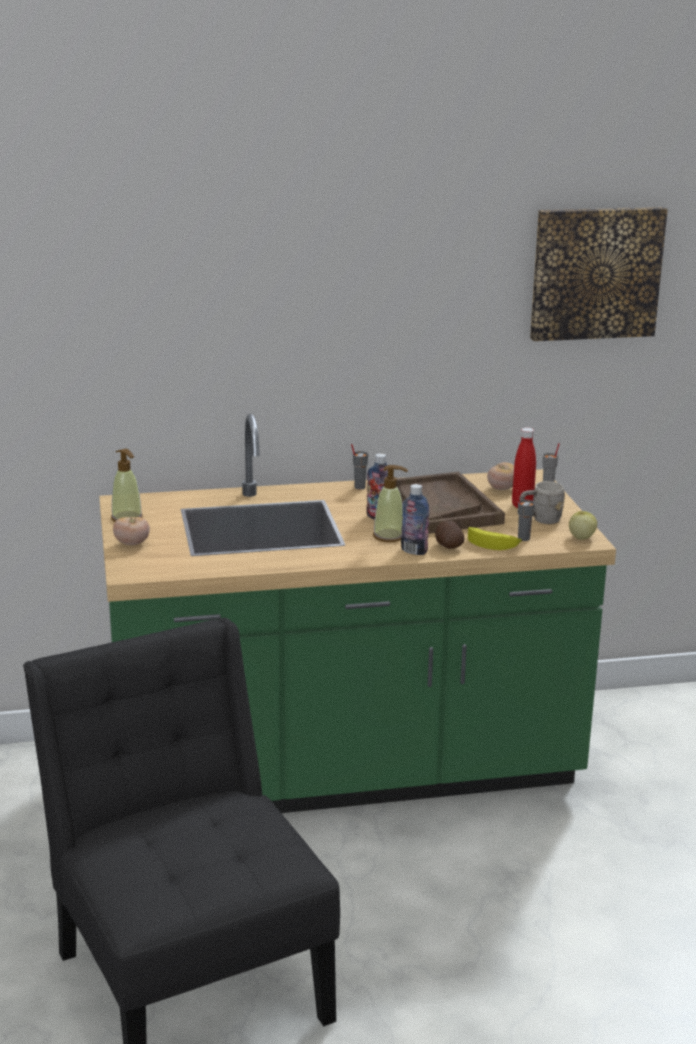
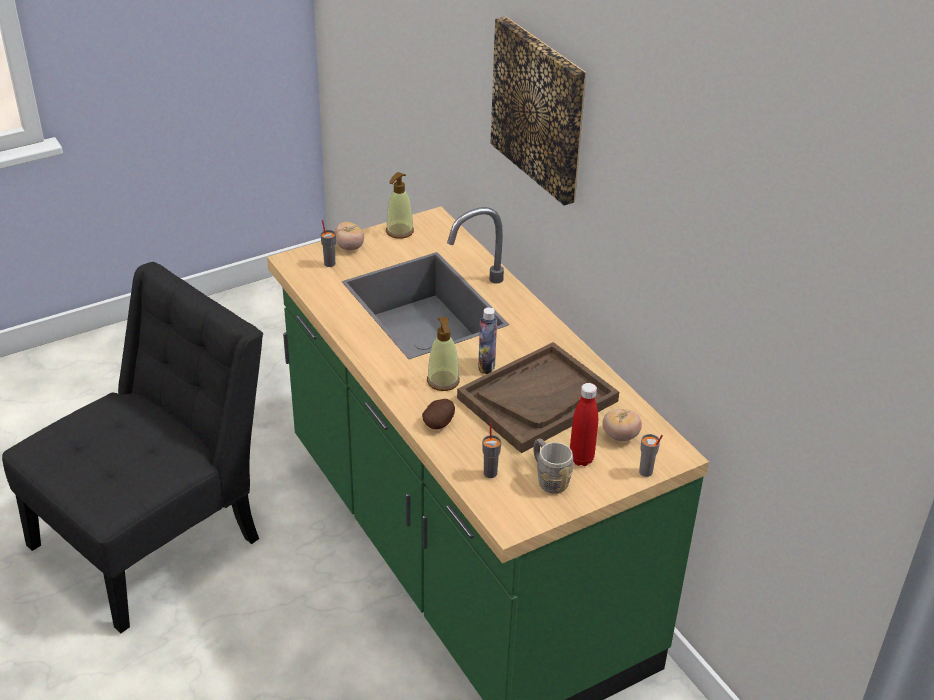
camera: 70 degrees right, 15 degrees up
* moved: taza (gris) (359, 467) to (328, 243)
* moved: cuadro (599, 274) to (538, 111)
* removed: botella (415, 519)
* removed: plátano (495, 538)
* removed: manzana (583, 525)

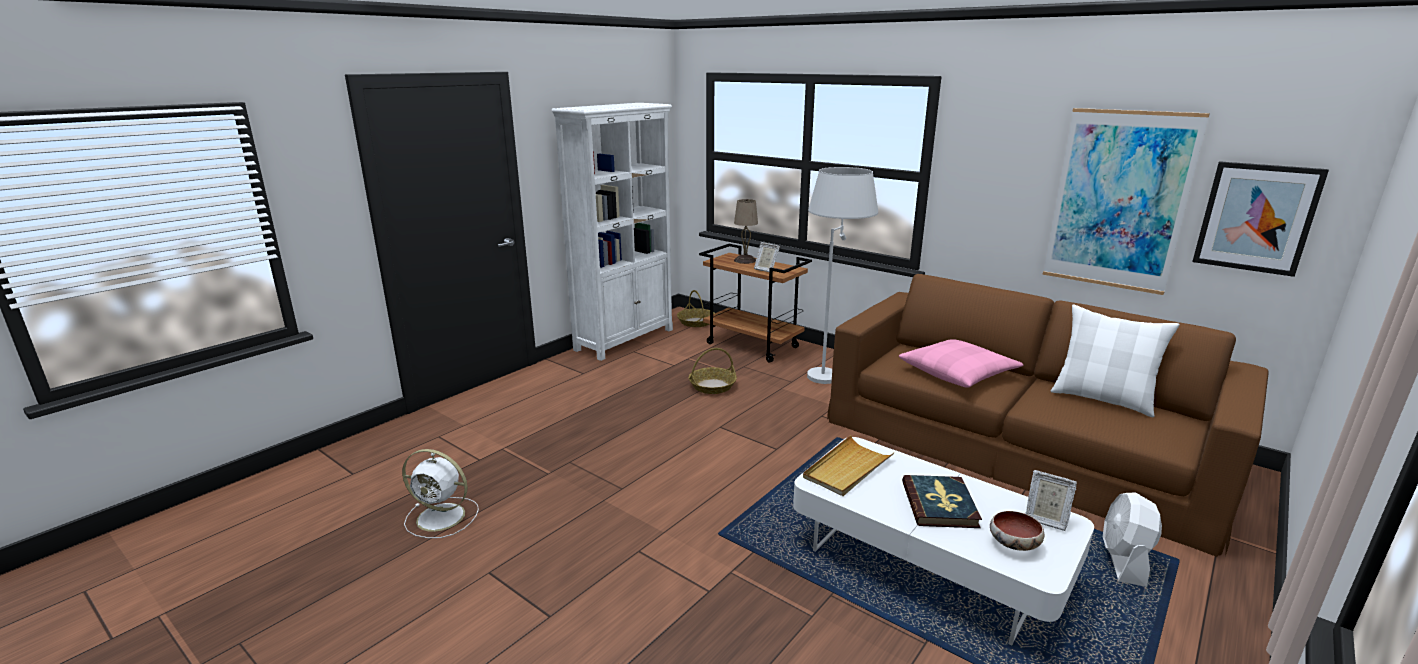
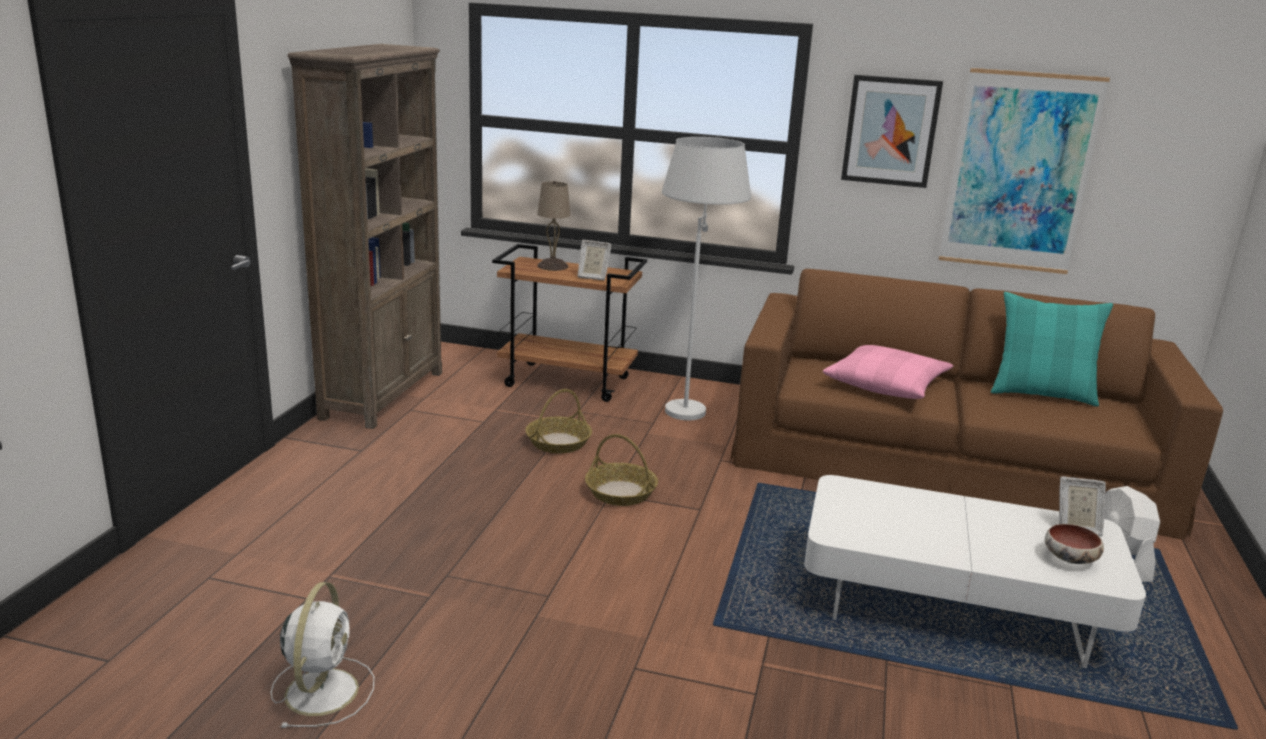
camera: 25 degrees left, 0 degrees up
* turned: ventilador (blanco) (440, 493) = (322, 655) 75 degrees counterclockwise
* recoloured: estantería (blanco) (612, 232) to estantería (marrón) (365, 236)
* moved: cesta (696, 308) to (621, 470)
* moved: cuadro (1260, 219) to (892, 131)
* recoloured: cojín (blanco) (1115, 361) to cojín (turquesa) (1052, 349)
* removed: bandeja (beis) (849, 465)
* removed: libro (942, 501)

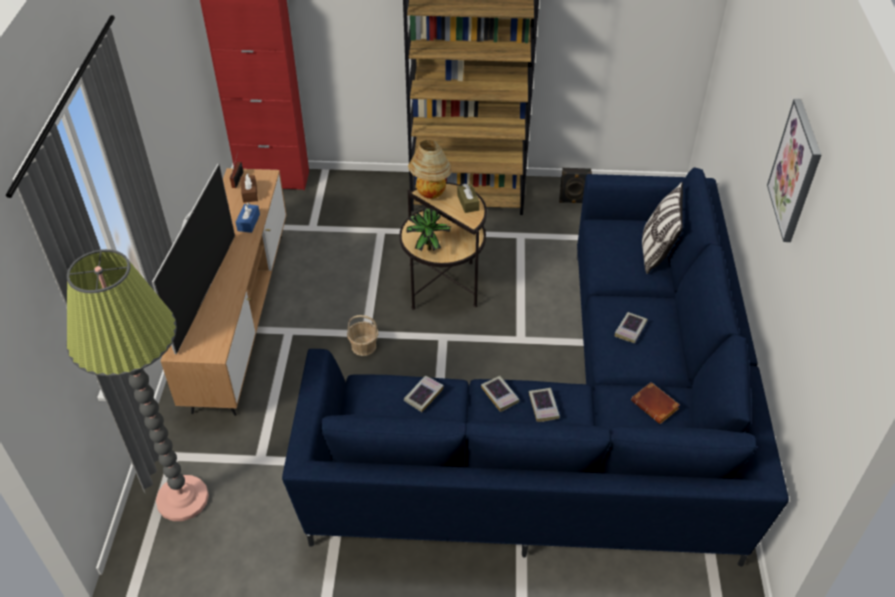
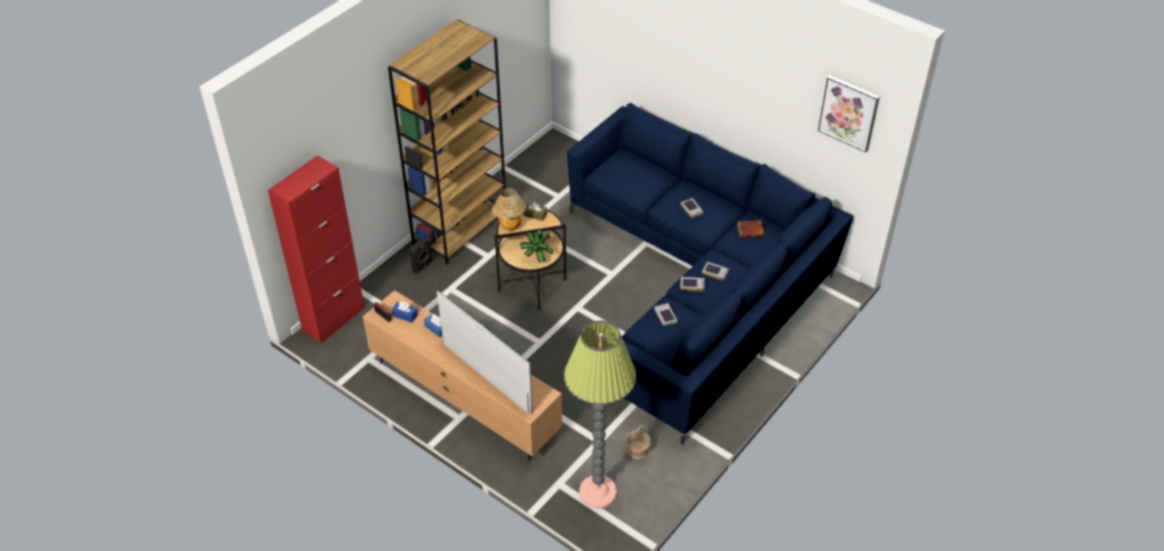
camera: 55 degrees left, 0 degrees up
* recoloured: caja de pañuelos (marrón) (249, 188) to caja de pañuelos (azul) (404, 312)
* moved: altavoz (negro) (575, 185) to (421, 255)
* moved: cesta (362, 335) to (638, 441)
* moved: cuadro (794, 170) to (849, 113)
* removed: cojín (662, 228)

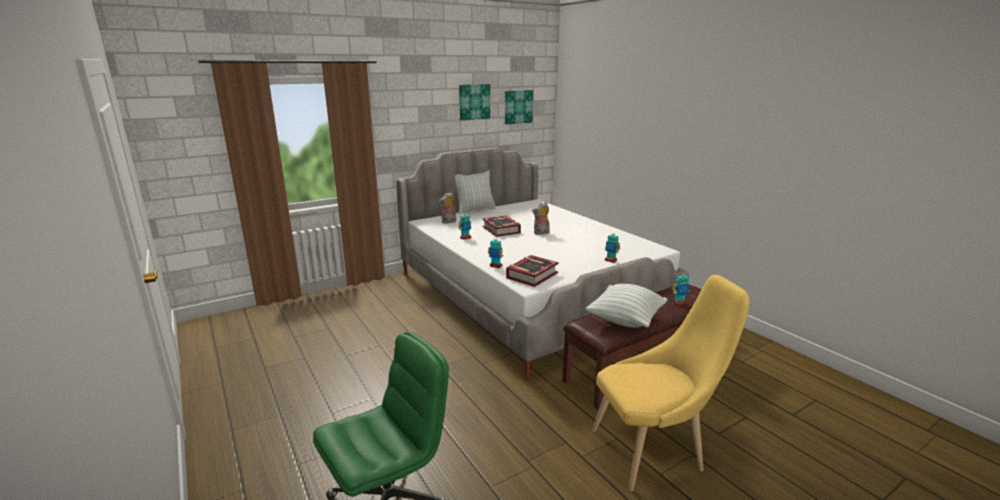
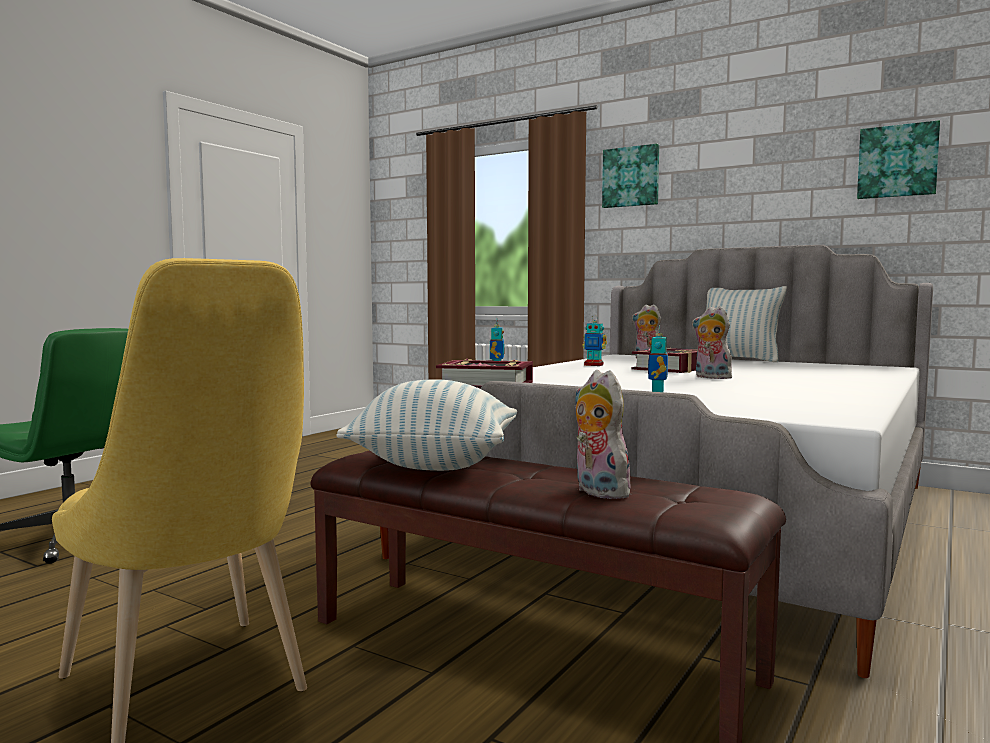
camera: 65 degrees right, 15 degrees down
* replaced: robot de juguete (681, 289) to peluche (606, 434)
* moved: cuadro (474, 102) to (630, 176)

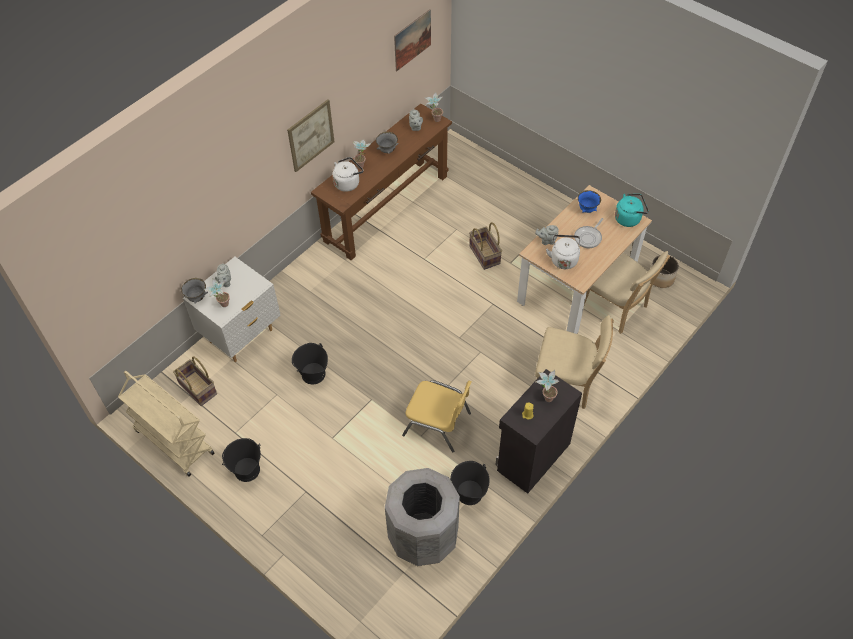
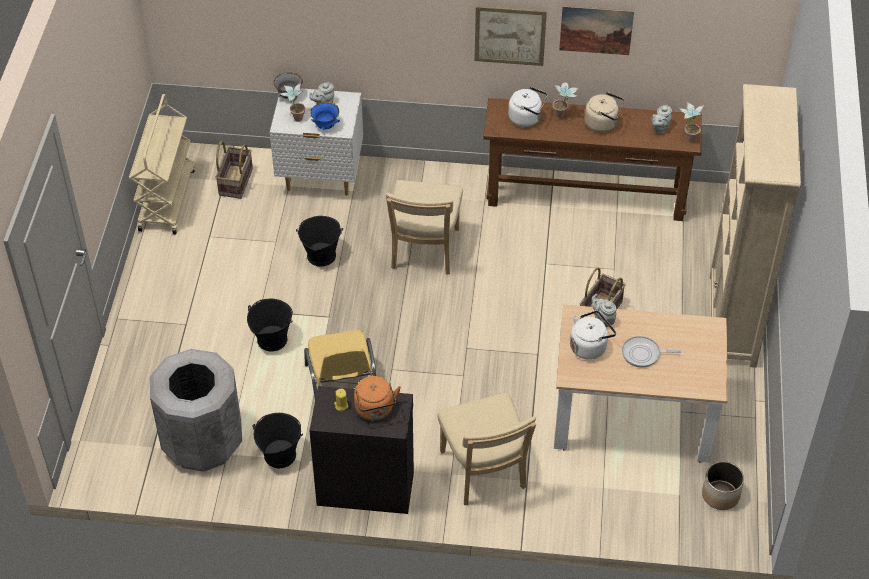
camera: 55 degrees right, 5 degrees down
* moved: cubo (negro) (241, 460) to (270, 325)
* moved: cuenco (azul) (589, 201) to (325, 116)
* replaced: planta en maceta (547, 386) to hervidor (naranja) (377, 398)
* moved: silla (beis) (627, 292) to (424, 227)
* moved: cuadro (412, 40) to (596, 30)
* replaced: cuenco (gris) (387, 143) to hervidor (beis) (604, 112)
* added: estantería (beis) (755, 226)
* removed: hervidor (turquesa) (632, 210)

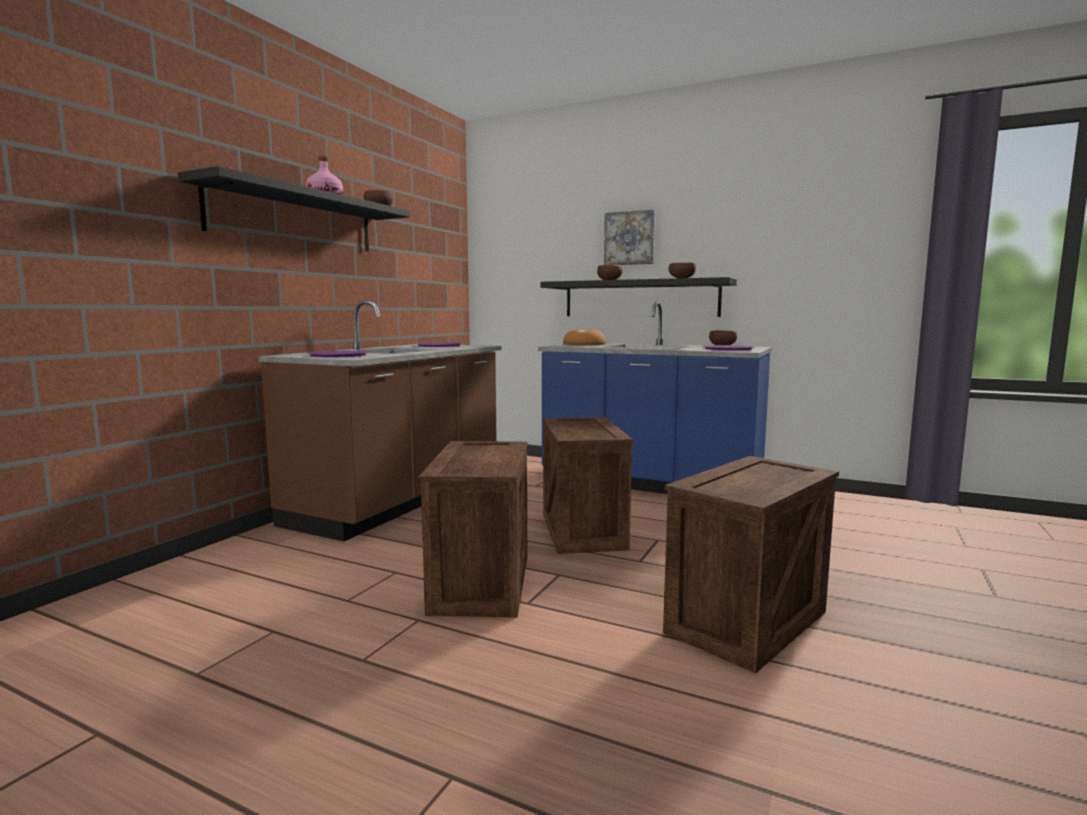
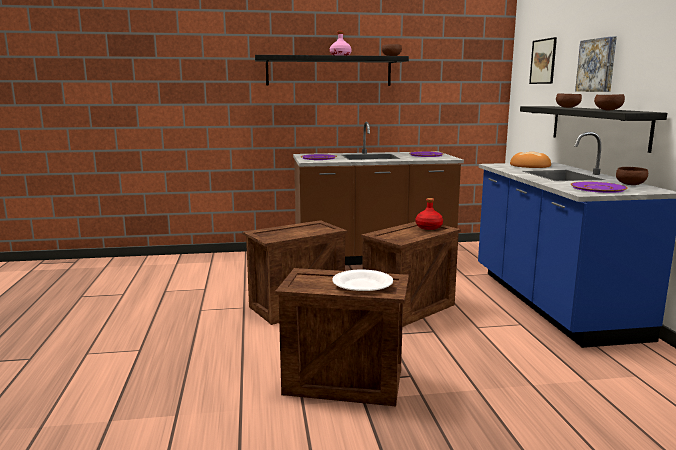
camera: 55 degrees right, 5 degrees up
* added: plato (blanco) (362, 280)
* added: botella (rojo) (429, 214)
* added: cuadro (543, 60)

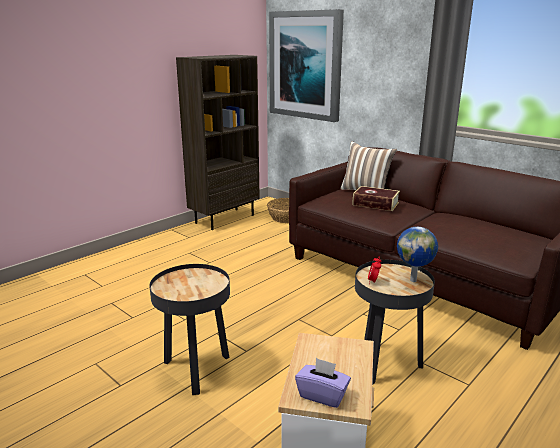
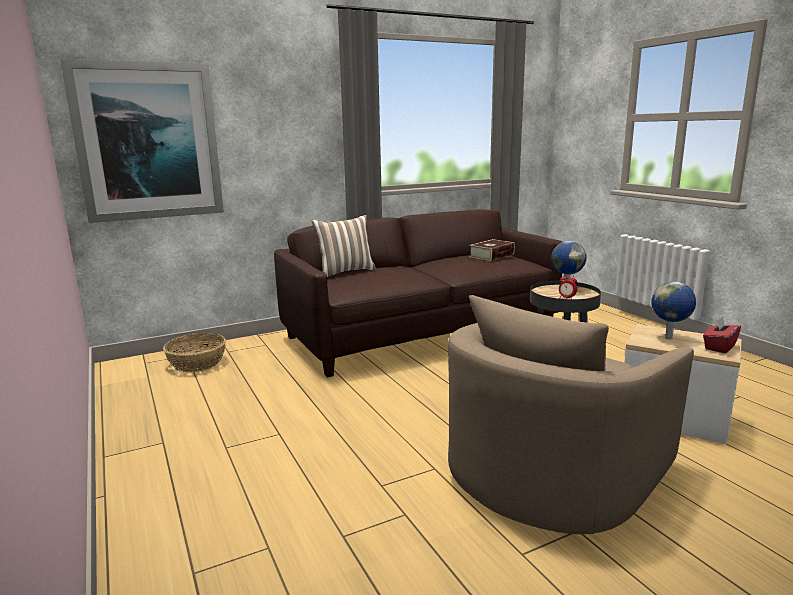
camera: 70 degrees left, 5 degrees down
* replaced: mesa auxiliar (negro) (190, 329) to sillón (beis) (571, 414)
* moved: libro (376, 198) to (492, 250)
* added: globo terráqueo (673, 310)
* recoloured: caja de pañuelos (morado) (323, 383) to caja de pañuelos (rojo) (722, 334)
* removed: estantería (marrón) (218, 142)

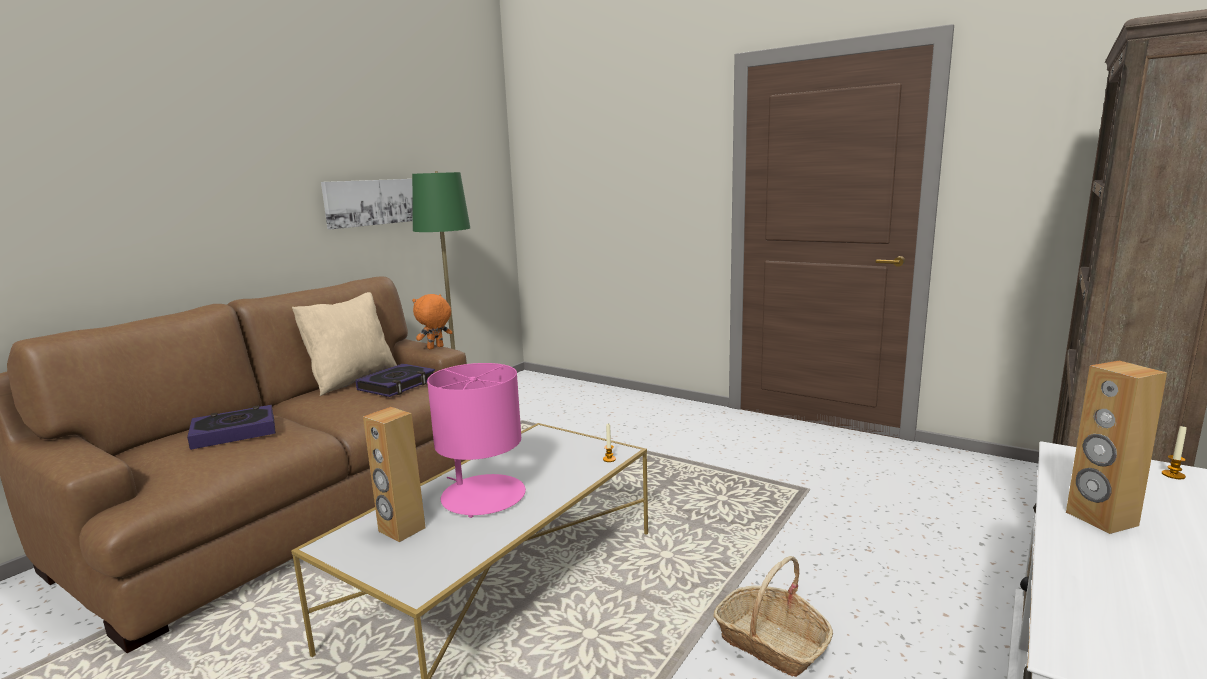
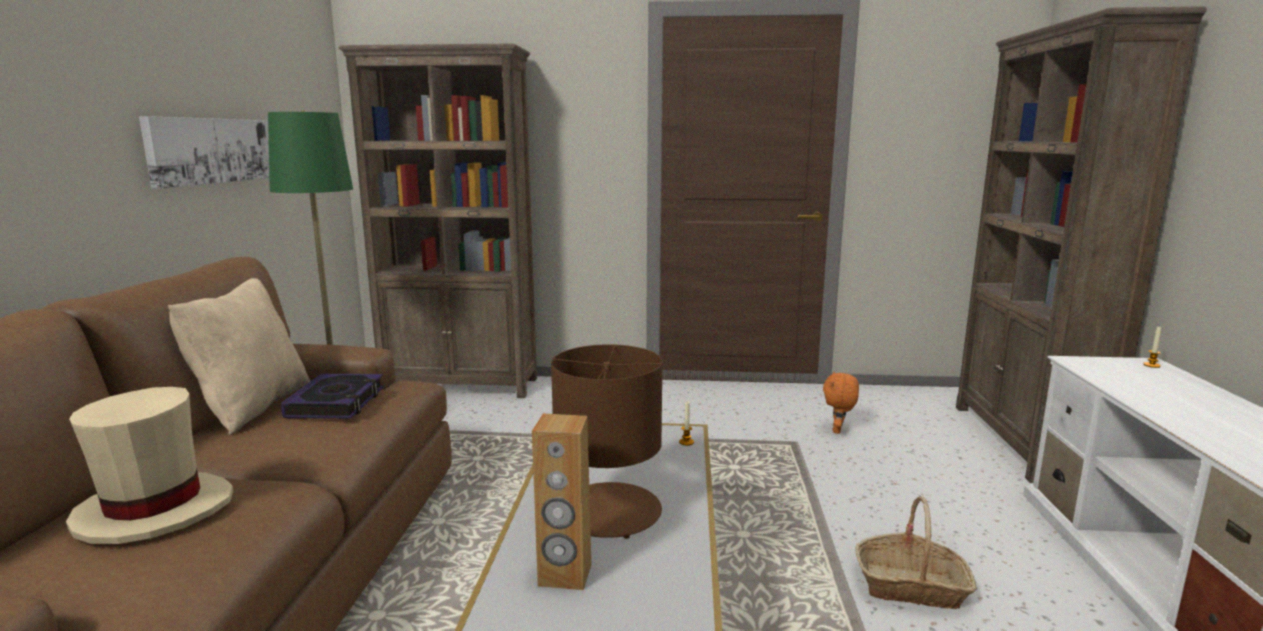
camera: 30 degrees left, 0 degrees up
* replaced: libro (231, 427) to sombrero (beis) (149, 465)
* added: estantería (marrón) (438, 220)
* recoloured: lámpara de mesa (rosa) (476, 440) to lámpara de mesa (marrón) (606, 441)
* moved: peluche (naranja) (432, 321) to (841, 403)
* removed: altavoz (marrón) (1116, 447)

